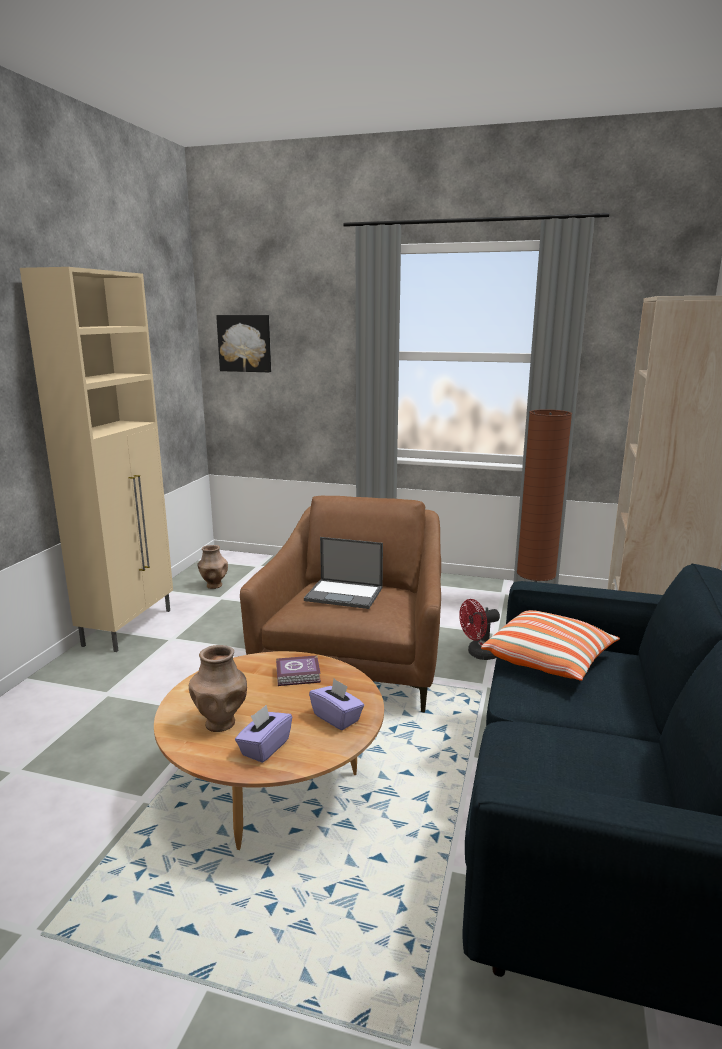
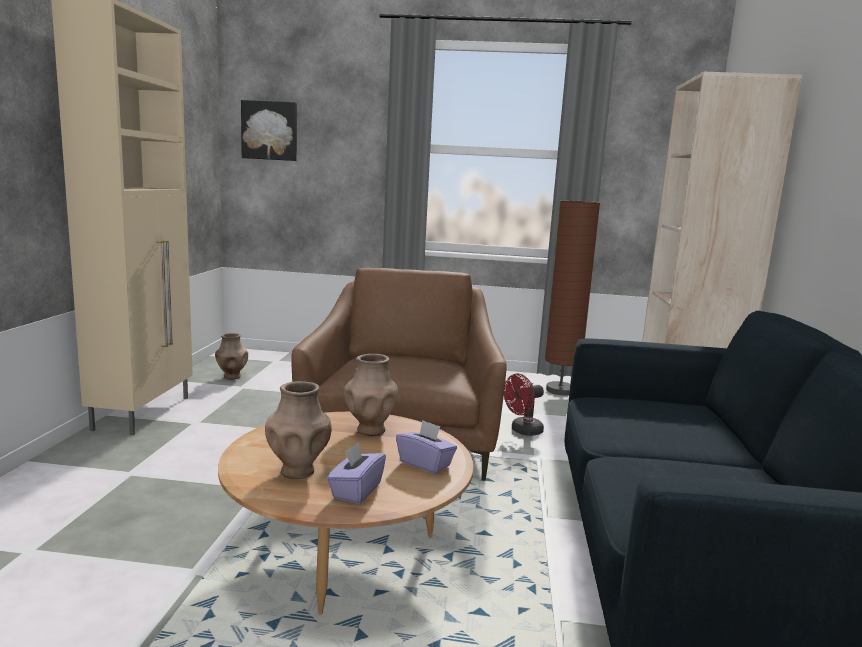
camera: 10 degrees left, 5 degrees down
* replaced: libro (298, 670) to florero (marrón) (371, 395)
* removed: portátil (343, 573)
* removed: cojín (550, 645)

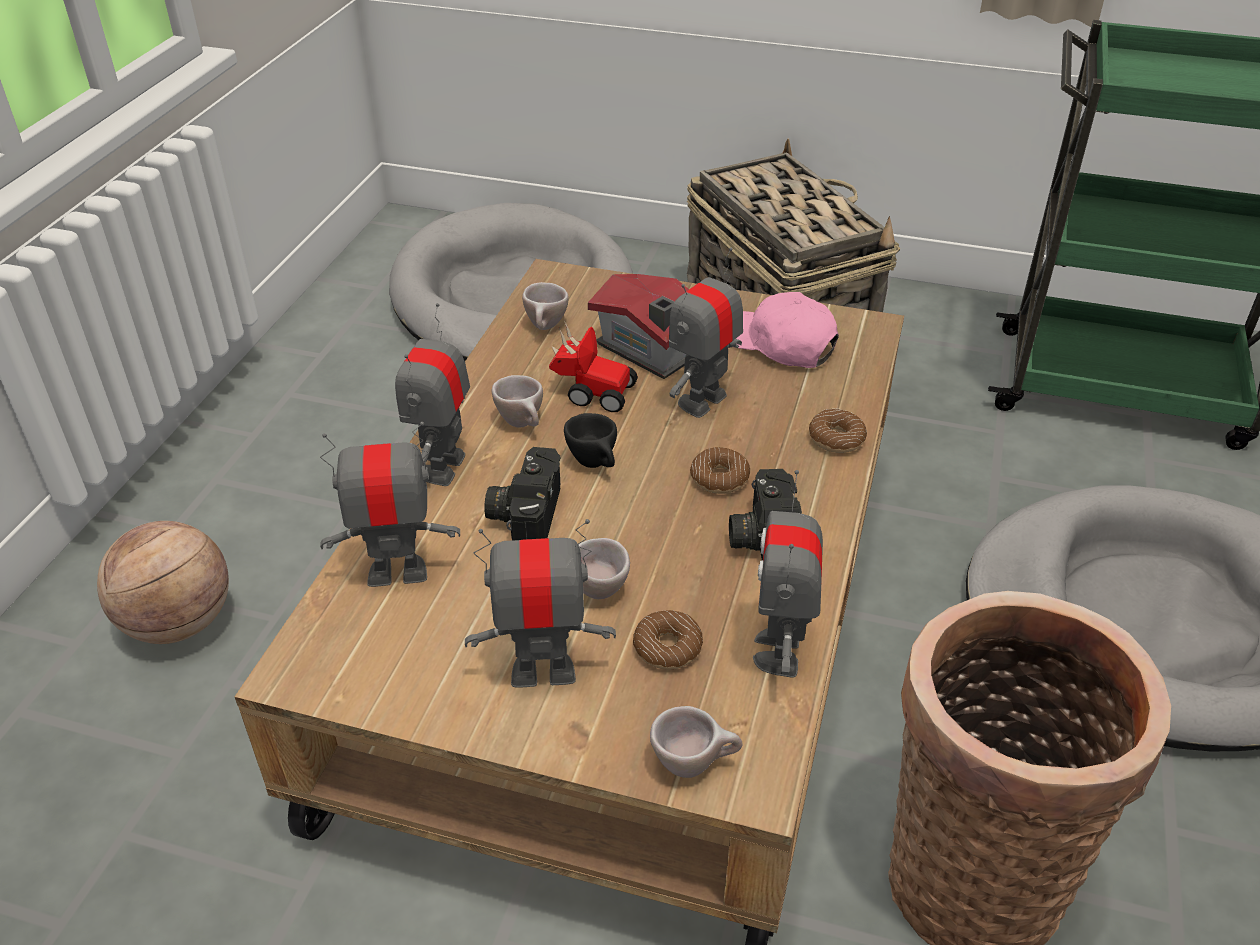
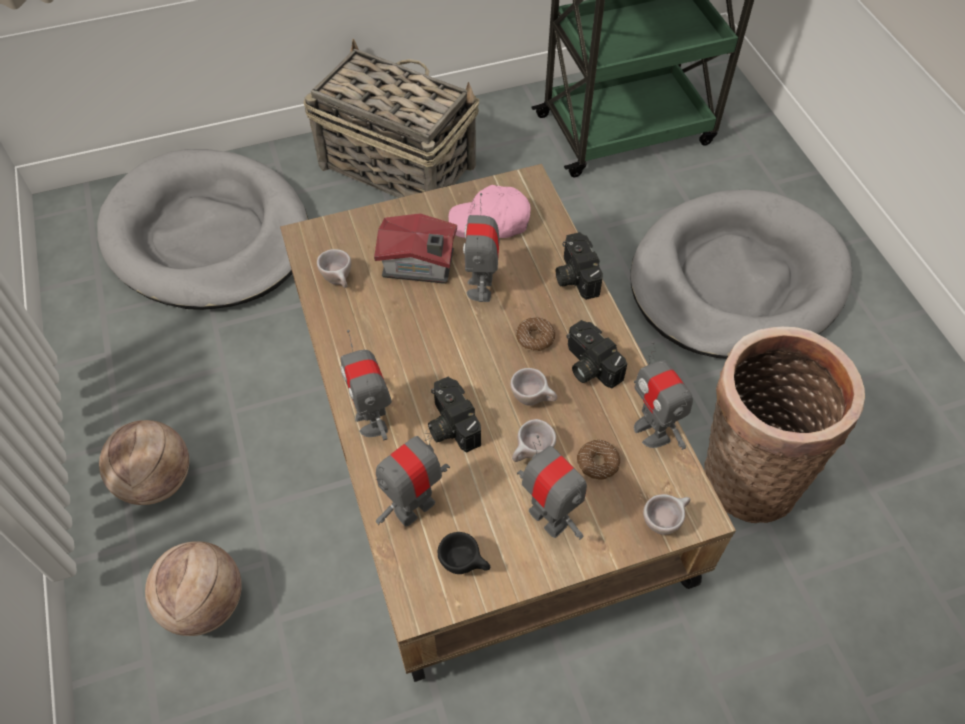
camera: 35 degrees left, 15 degrees up
* added: balón de baloncesto (144, 462)
* moved: taza (negro) (590, 440) to (464, 553)
* moved: taza (beis) (517, 401) to (533, 387)
* turned: robot de juguete (540, 603) = (552, 487) 90 degrees clockwise
* replaced: rosquilla (838, 431) to cámara (579, 266)
* removed: coche de juguete (593, 366)

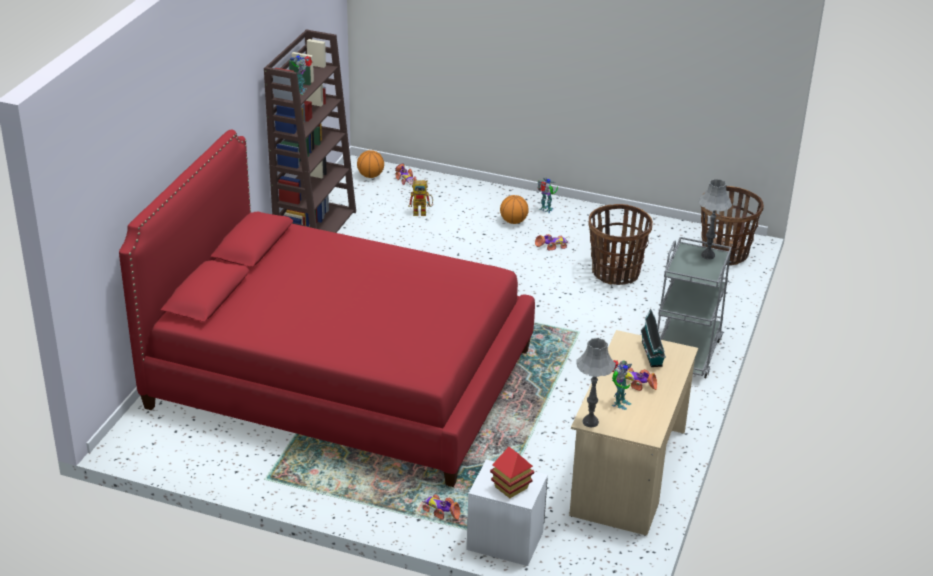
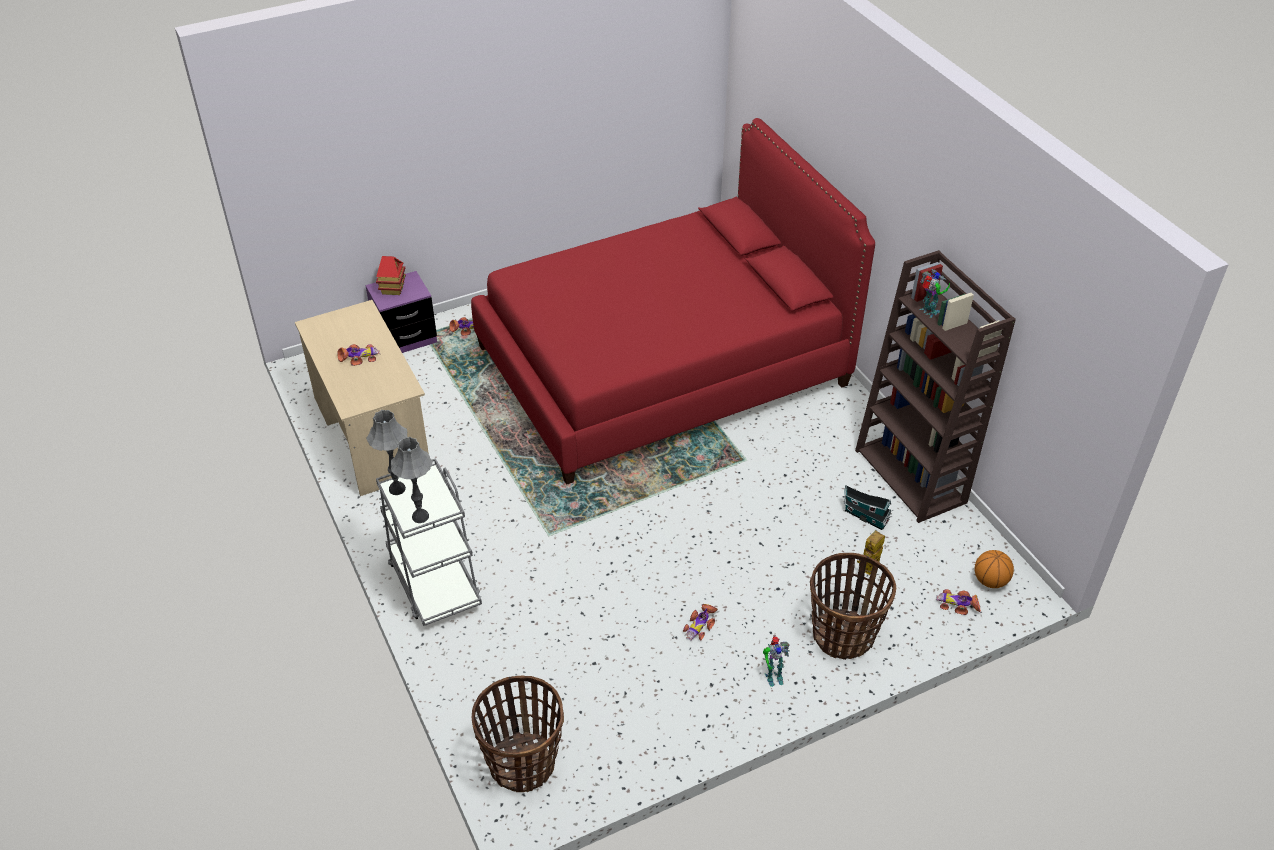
camera: 135 degrees right, 10 degrees up
* recoloured: mesita de noche (blanco) (507, 513) to mesita de noche (morado) (401, 312)
* moved: lámpara de mesa (gris) (596, 382) to (386, 452)
* moved: cesta (620, 244) to (853, 606)
* moved: casita (653, 338) to (868, 507)
* removed: balón de baloncesto (514, 209)
* removed: robot de juguete (621, 385)

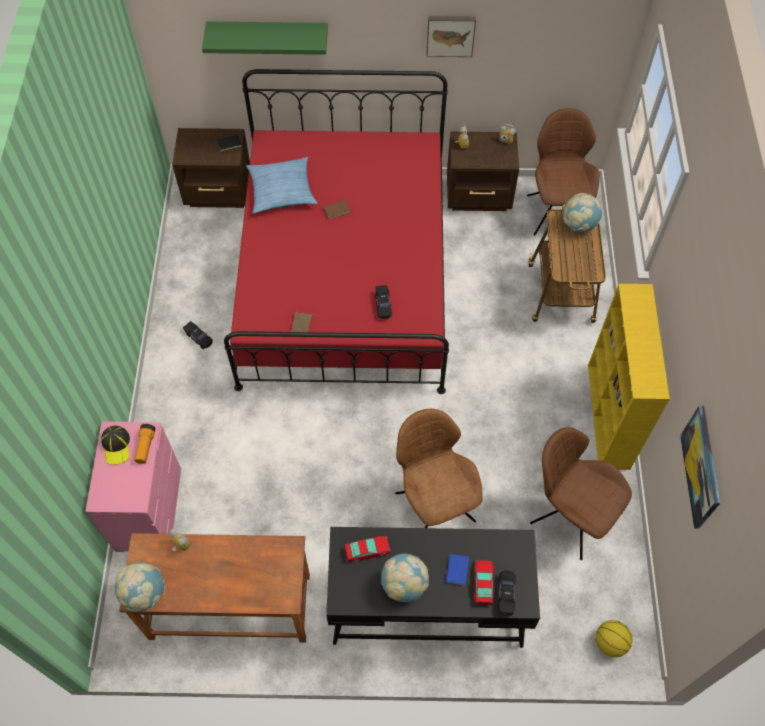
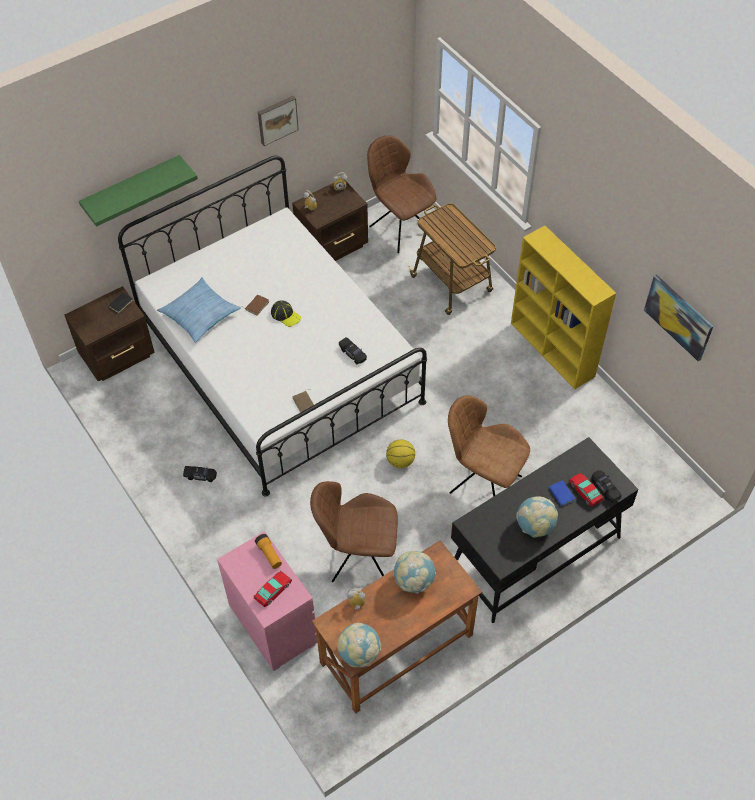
camera: 35 degrees left, 5 degrees down
* recoloured: cama (rojo) (336, 231) to cama (blanco) (272, 326)
* moved: coche de juguete (367, 549) to (273, 589)
* moved: gorra (115, 445) to (286, 313)
* moved: silla (marrón) (581, 493) to (354, 531)
* moved: balón de baloncesto (614, 638) to (400, 453)
* moved: globo terráqueo (582, 212) to (415, 572)

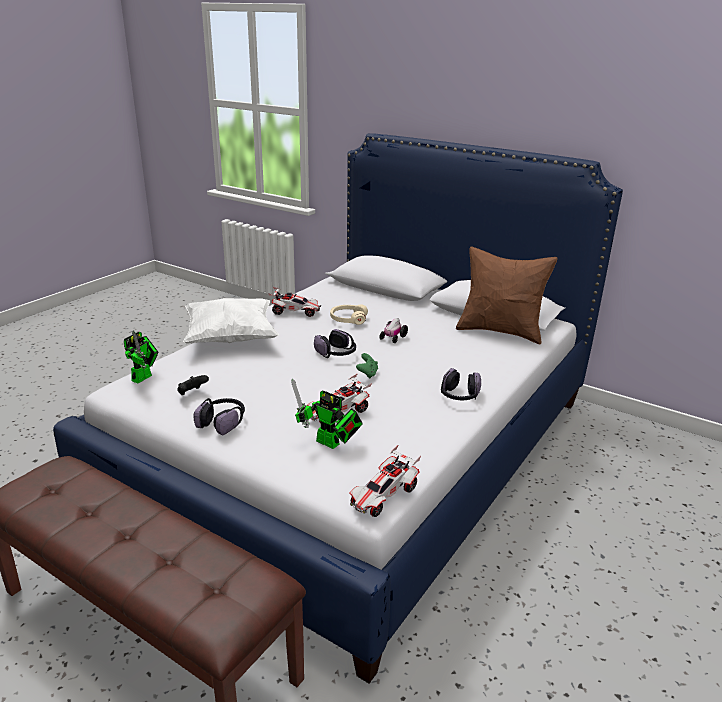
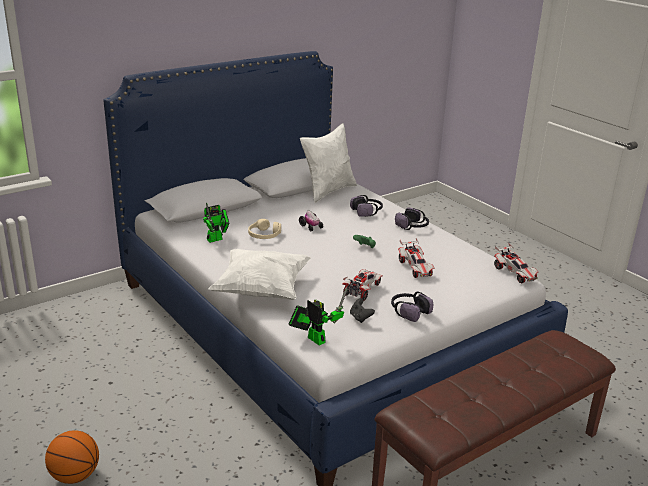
camera: 70 degrees left, 0 degrees up
* added: balón de baloncesto (72, 457)
* moved: robot de juguete (327, 414) to (216, 223)
* recoloured: cojín (marrón) (506, 295) to cojín (blanco) (328, 163)
* moved: coche de juguete (294, 302) to (362, 285)
* moved: auriculares (335, 343) to (366, 206)

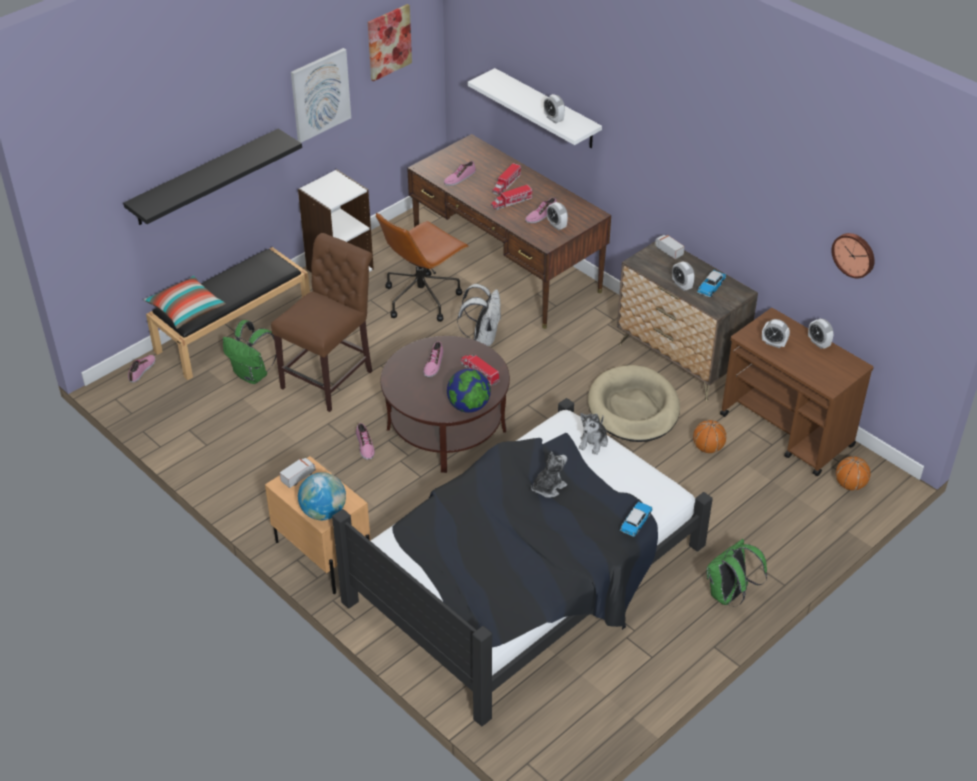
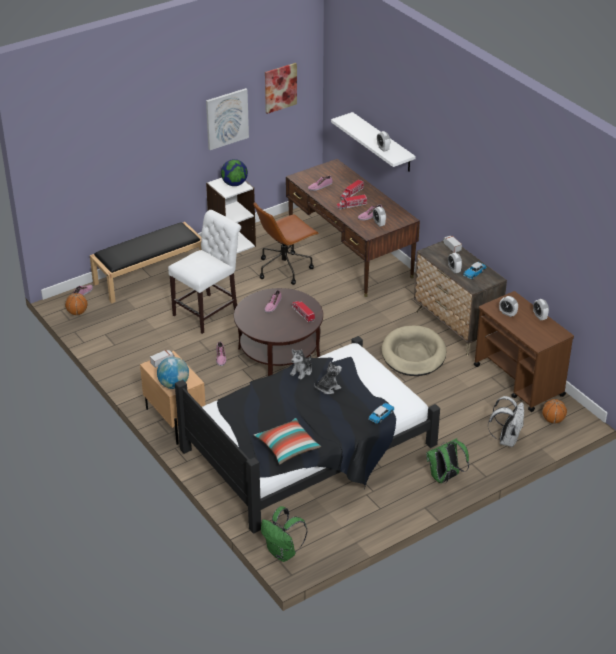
camera: 10 degrees right, 5 degrees down
* moved: balón de baloncesto (709, 436) to (76, 304)
* recoloured: silla (marrón) (321, 322) to silla (blanco) (204, 272)
* moved: globo terráqueo (469, 391) to (234, 172)
* moved: cojín (184, 302) to (287, 441)
* moved: mochila (verde) (249, 352) to (284, 534)
* moved: peluche (593, 434) to (301, 364)
* moved: mochila (blanco) (479, 315) to (506, 421)
* removed: estante (negro) (212, 177)
* removed: reloj de pared (853, 255)

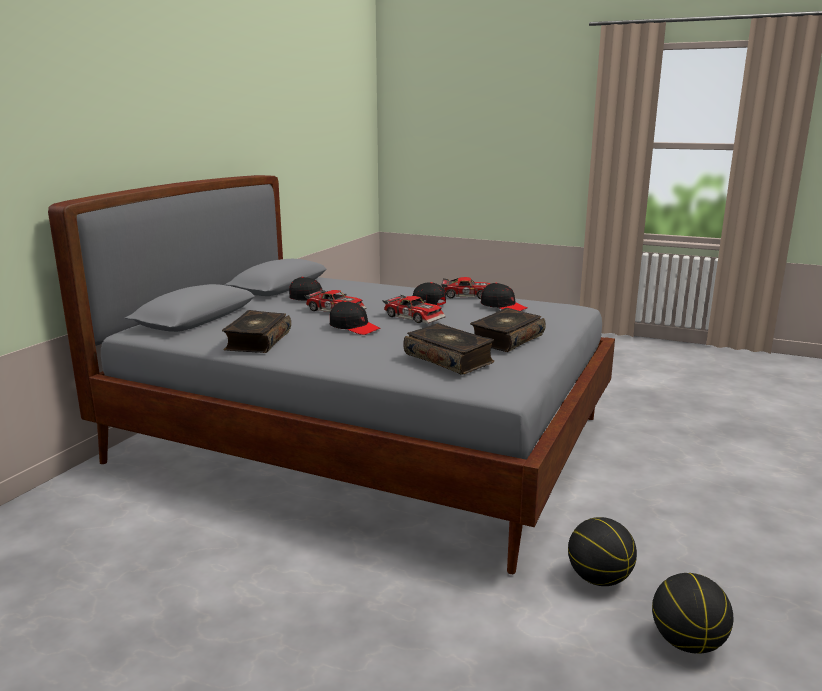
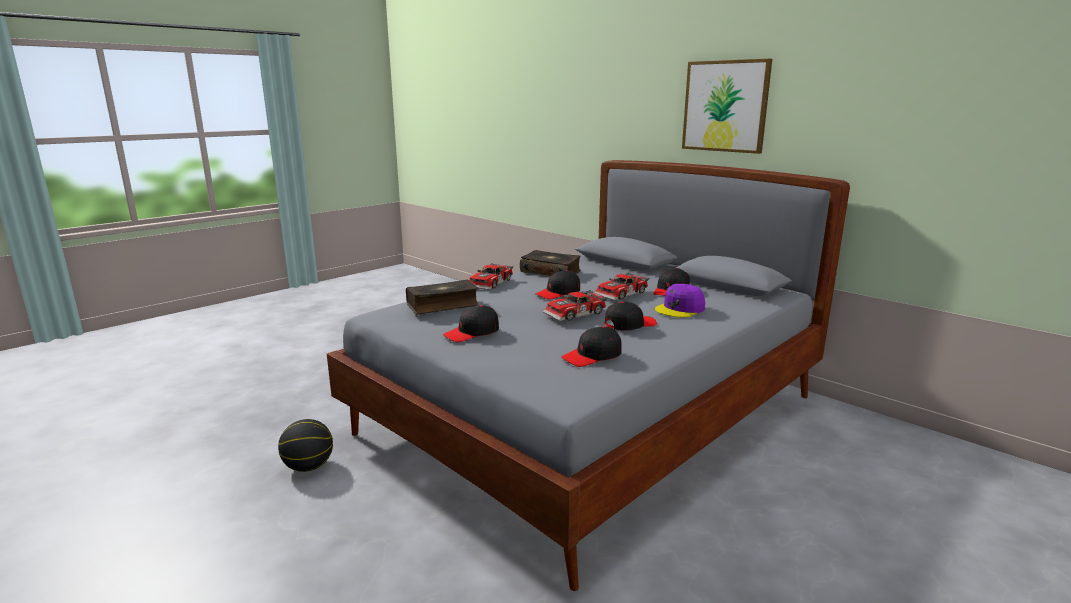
camera: 110 degrees right, 0 degrees up
* replaced: libro (508, 330) to gorra (negro) (471, 323)
* moved: coche de juguete (466, 288) to (491, 276)
* added: gorra (morado) (680, 300)
* added: cuadro (727, 106)
* removed: balón de baloncesto (692, 613)

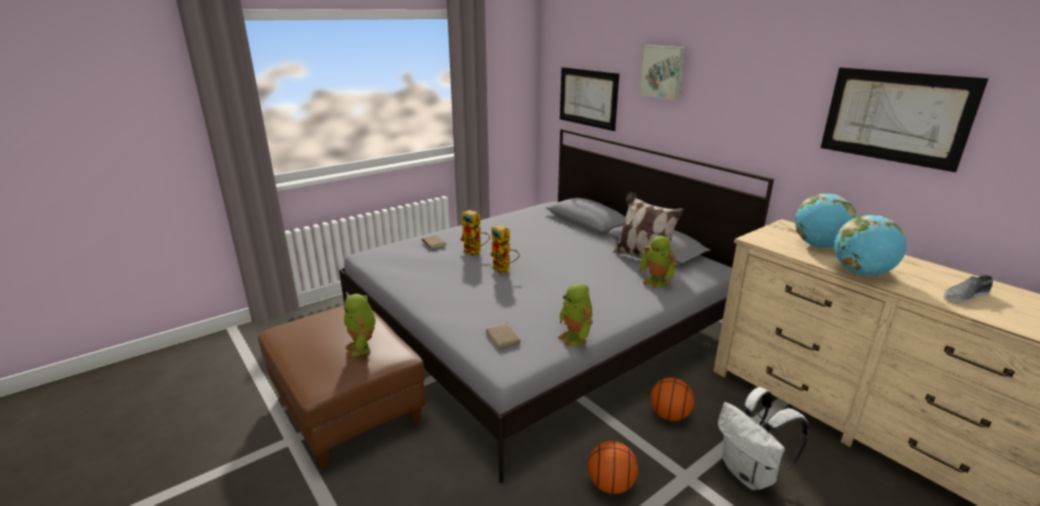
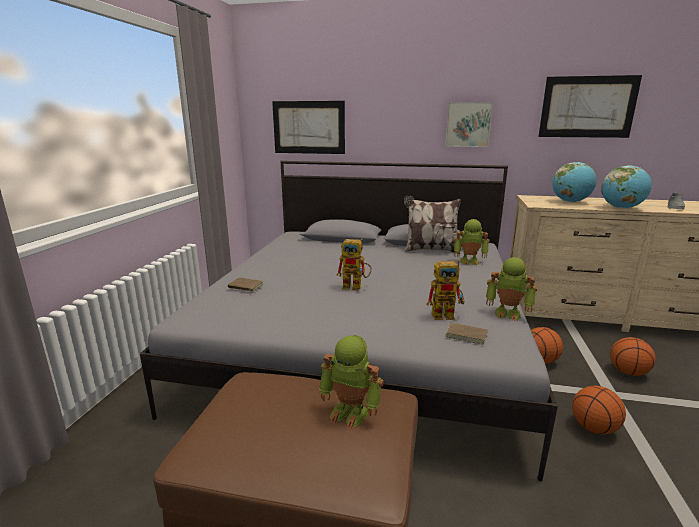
camera: 40 degrees left, 5 degrees down
* moved: robot de juguete (475, 233) to (445, 290)
* moved: cuadro (662, 72) to (469, 124)
* replaced: mochila (blanco) (763, 438) to balón de baloncesto (633, 356)

